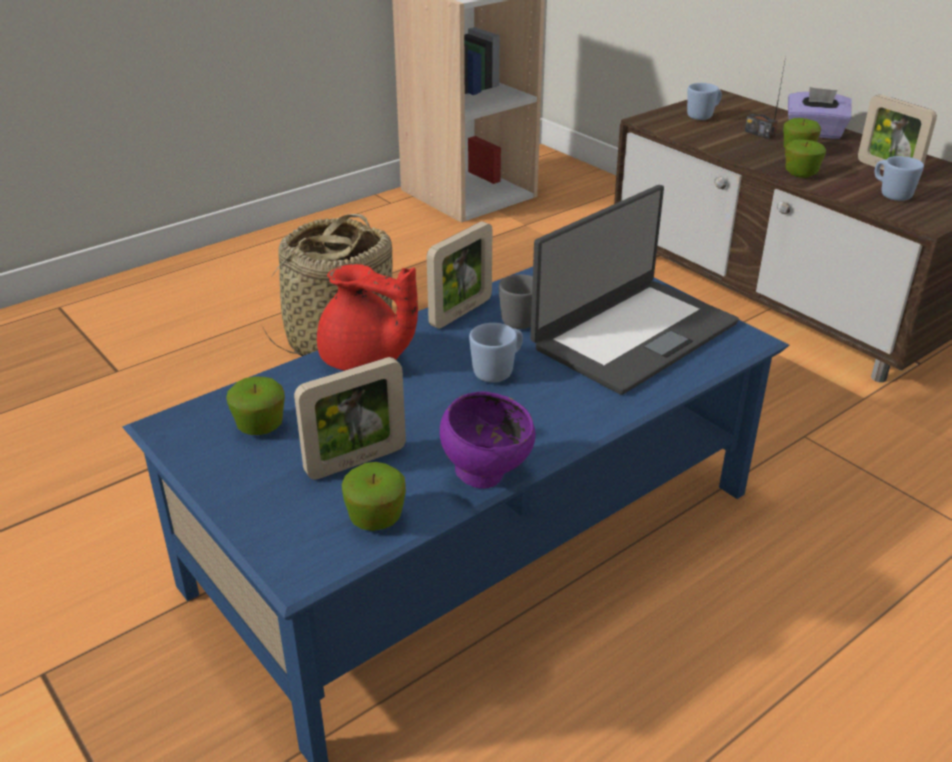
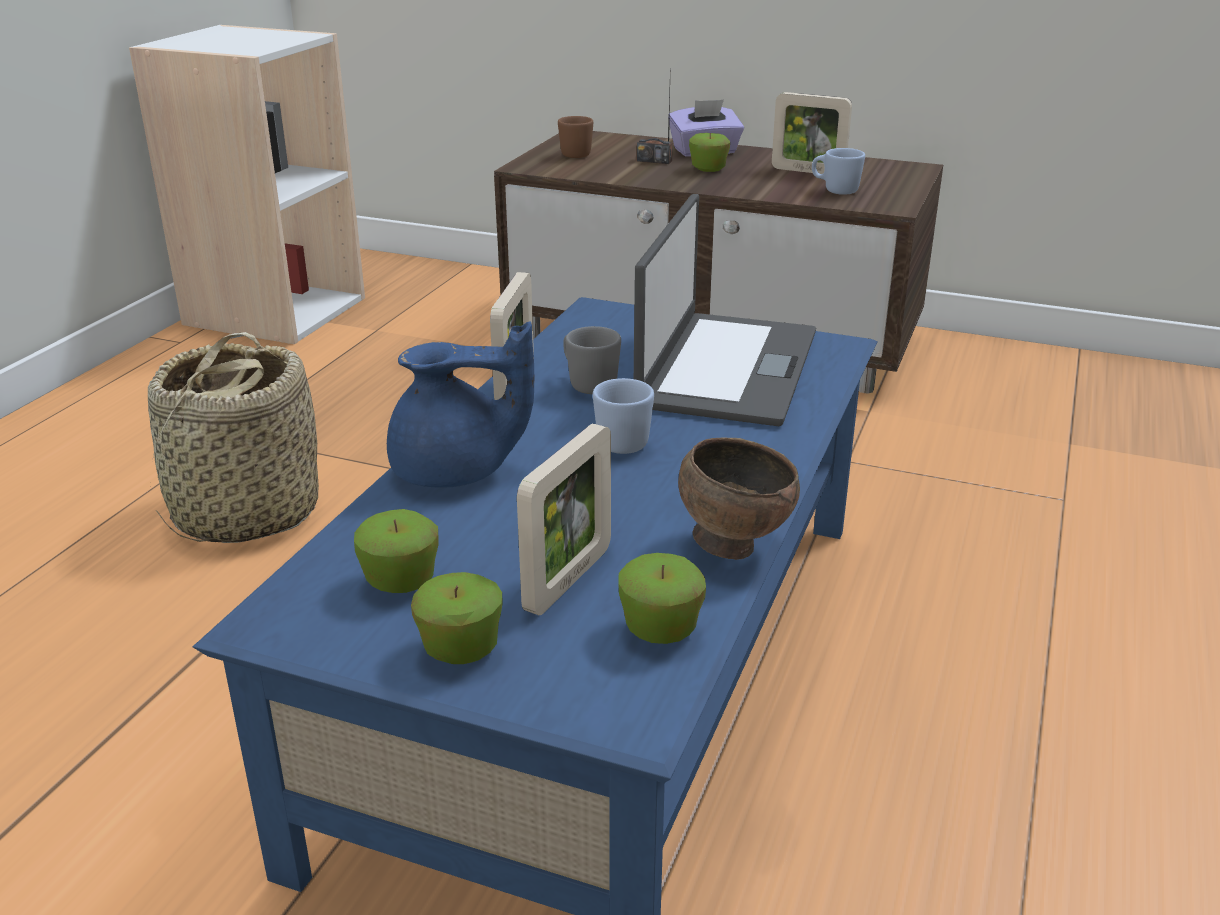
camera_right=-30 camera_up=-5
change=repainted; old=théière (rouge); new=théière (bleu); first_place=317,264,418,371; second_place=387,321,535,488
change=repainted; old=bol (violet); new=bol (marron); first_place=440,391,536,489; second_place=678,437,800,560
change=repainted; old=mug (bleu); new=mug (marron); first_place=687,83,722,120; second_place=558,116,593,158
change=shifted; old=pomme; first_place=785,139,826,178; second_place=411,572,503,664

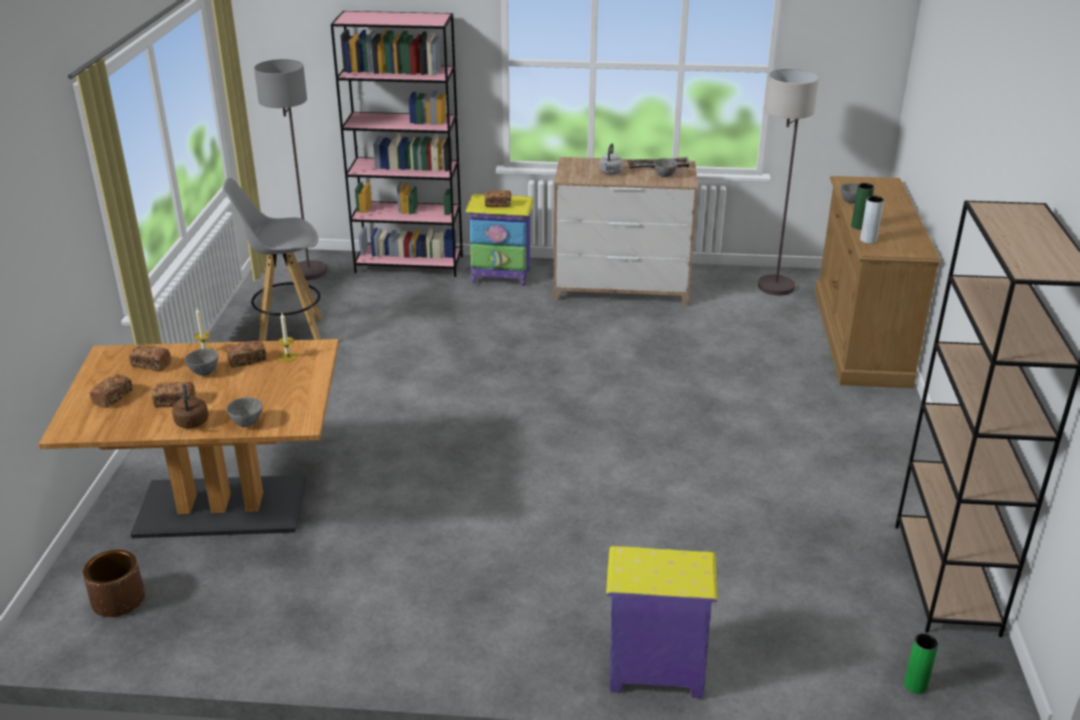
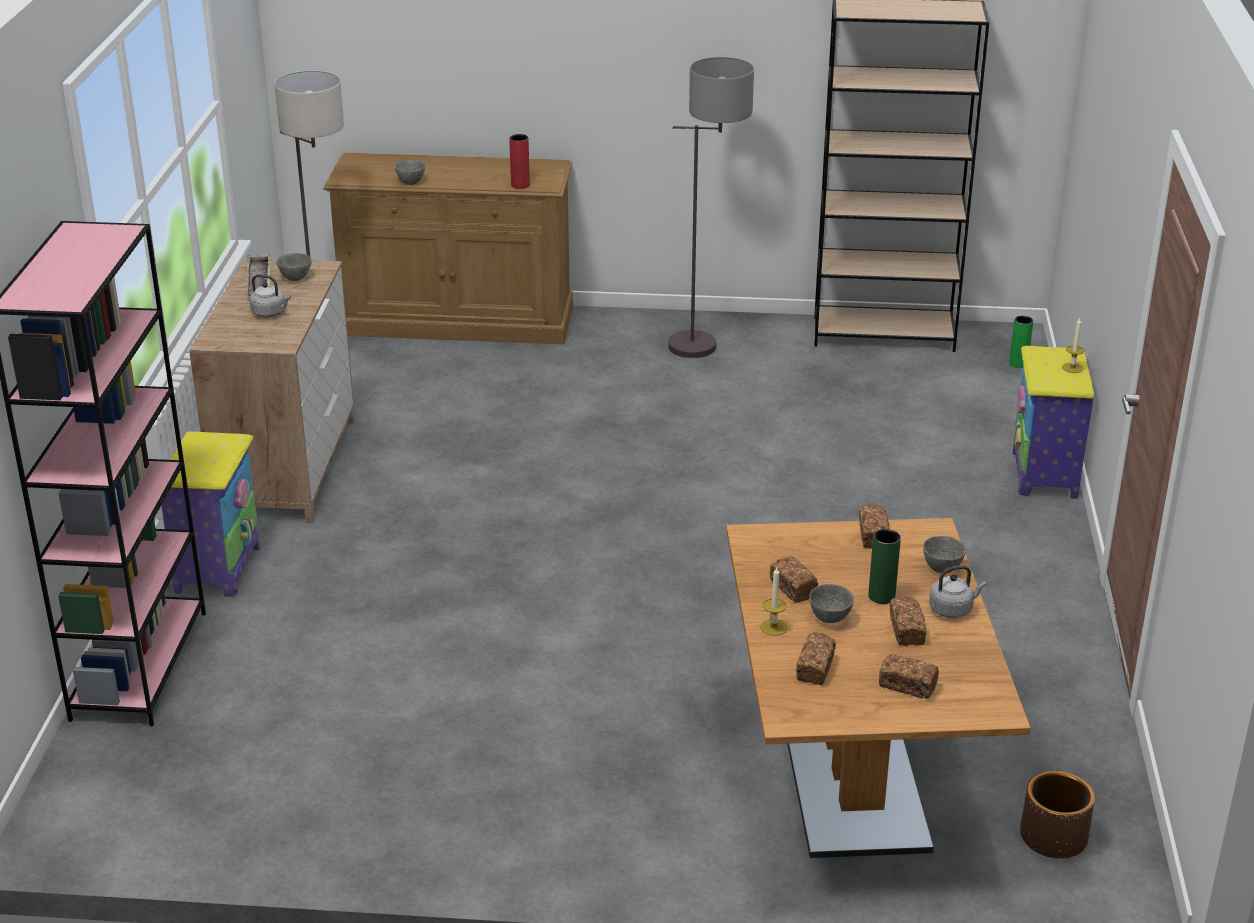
camera_right=-90 camera_up=0
change=repainted; old=bouilloire (marron); new=bouilloire (gris); first_place=172,384,208,428; second_place=929,565,987,618
change=gone; old=tabouret (gris); first_place=222,178,322,341
change=shifted; old=lampadaire (gris); first_place=254,59,327,280; second_place=668,57,754,358
change=shifted; old=bougie; first_place=278,313,298,362; second_place=1062,318,1084,373
change=shifted; old=pain; first_place=485,190,511,207; second_place=859,504,889,548
change=shifted; old=vase (vert); first_place=851,183,874,230; second_place=868,529,901,604
change=repainted; old=vase (gris); new=vase (rouge); first_place=860,196,884,244; second_place=509,134,530,189

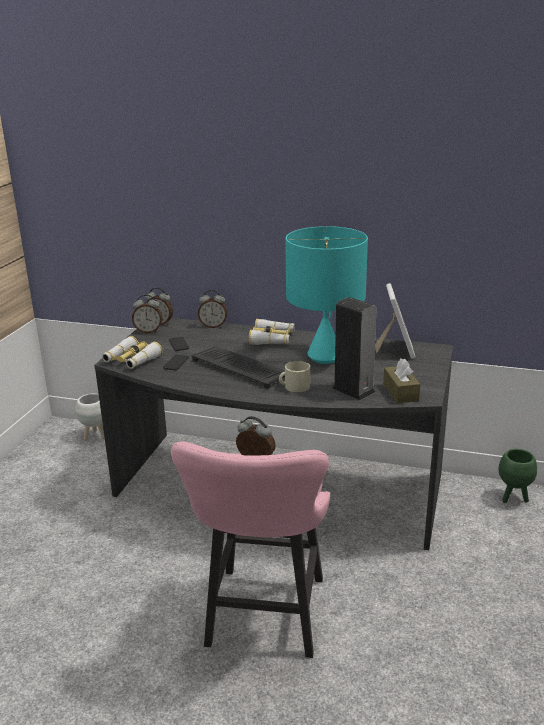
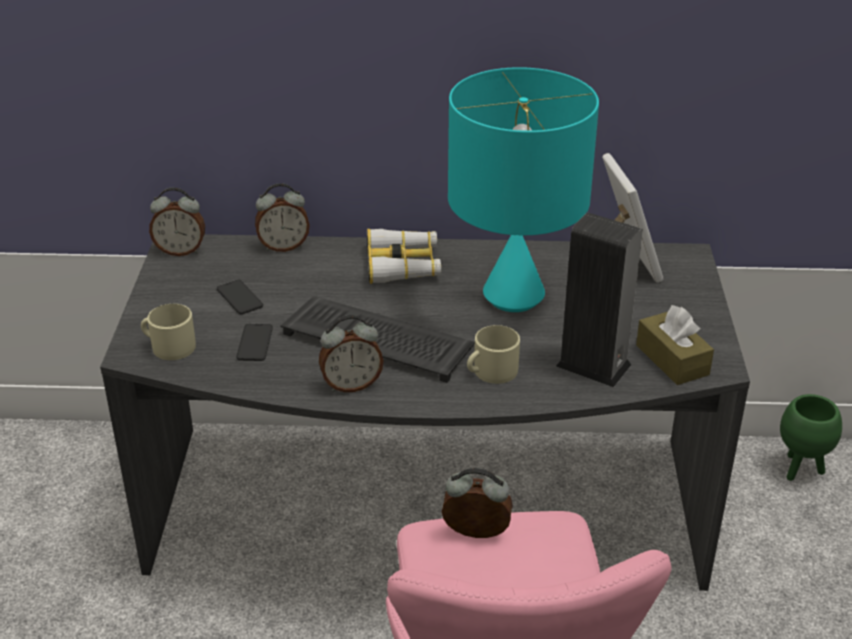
camera_right=-15 camera_up=10
change=gone; old=cache-pot (blanc); first_place=75,394,105,441
change=swapped; old=jumelles; new=mug (beige); first_place=102,336,163,369; second_place=141,304,196,360
change=shifted; old=réveil; first_place=132,294,162,333; second_place=319,315,383,392

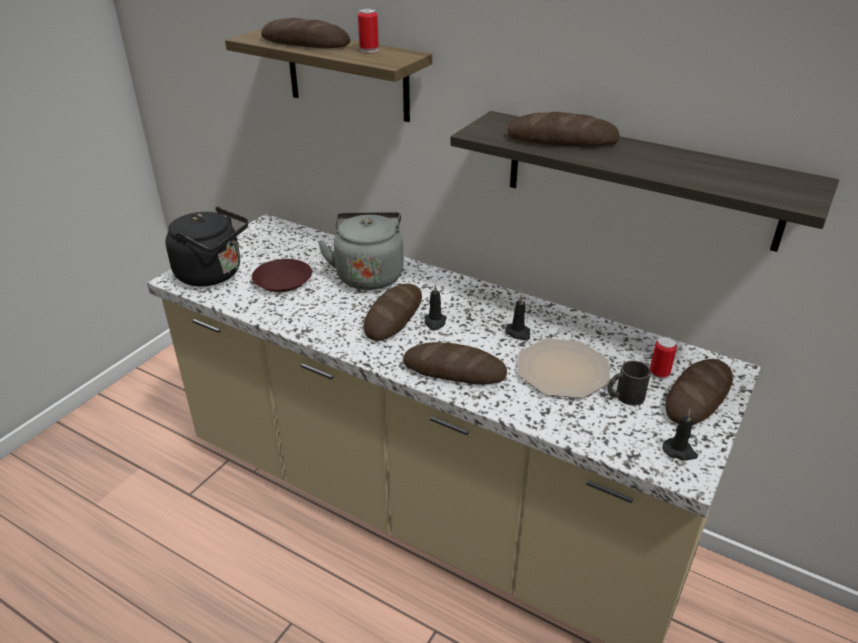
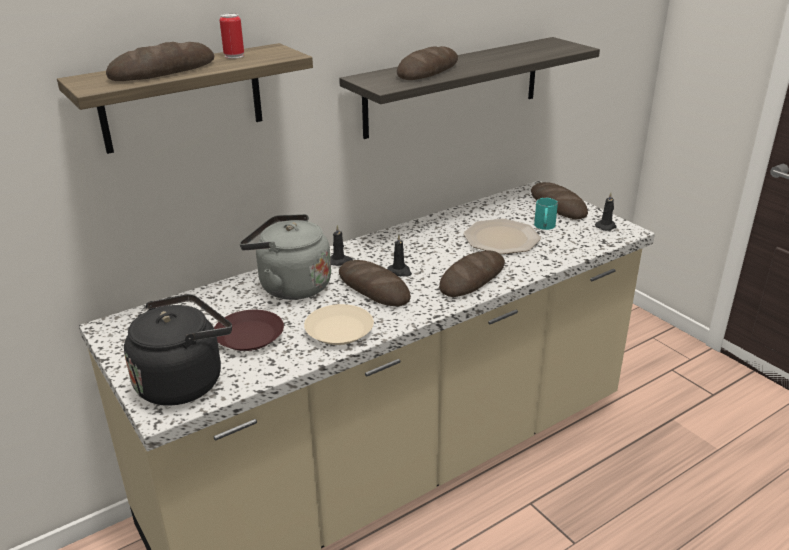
camera_right=-65 camera_up=-5
change=shifted; old=bougie (noir); first_place=505,295,530,340; second_place=330,225,353,266
change=repainted; old=mug (noir); new=mug (turquoise); first_place=608,360,651,405; second_place=534,198,558,230
change=gone; old=boîte métallique; first_place=650,337,677,380
change=new; new=assiette (beige); second_place=304,304,374,345

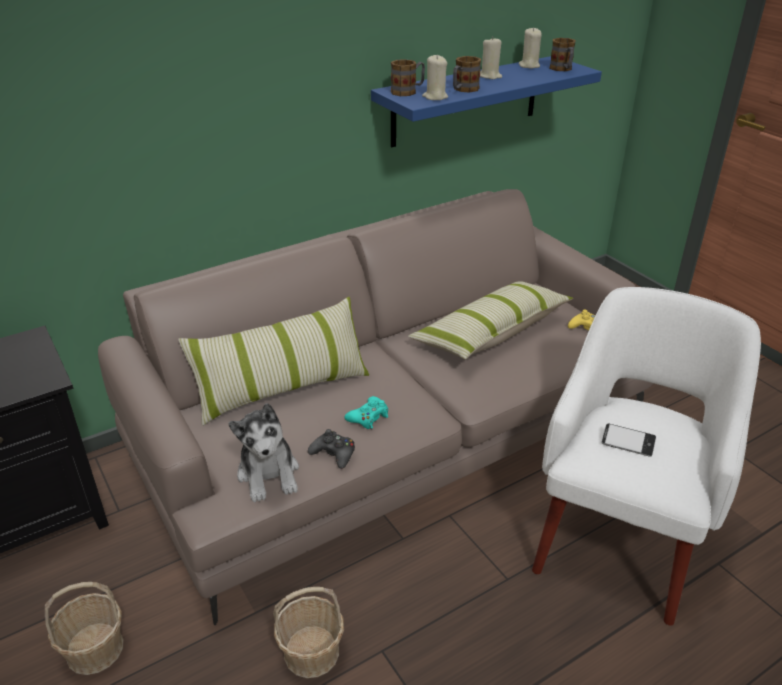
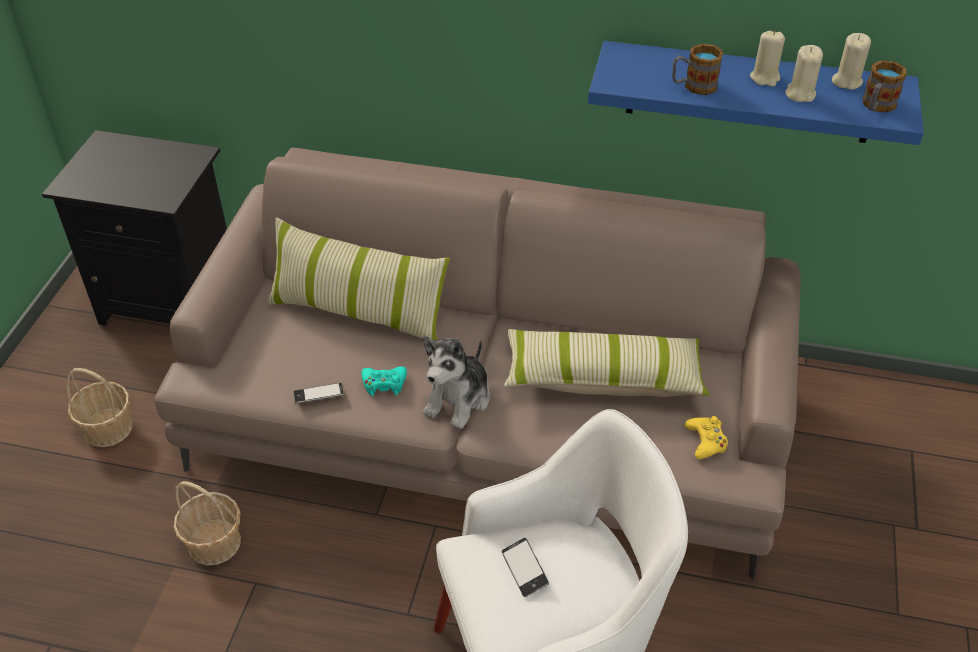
camera_right=45 camera_up=10
change=shifted; old=peluche; first_place=228,403,299,502; second_place=423,336,490,429
change=swapped; old=manette (noir); new=téléphone; first_place=308,429,355,469; second_place=294,383,344,404
change=gone; old=mug; first_place=391,59,425,96
change=shifted; old=bougie (beige); first_place=422,55,448,100; second_place=785,45,823,102

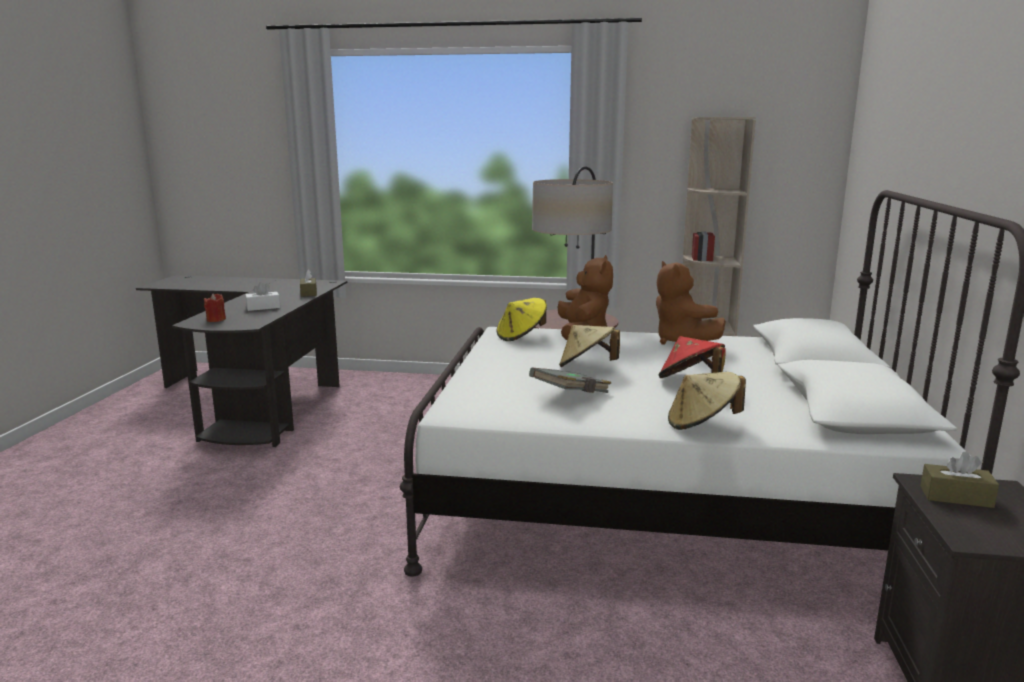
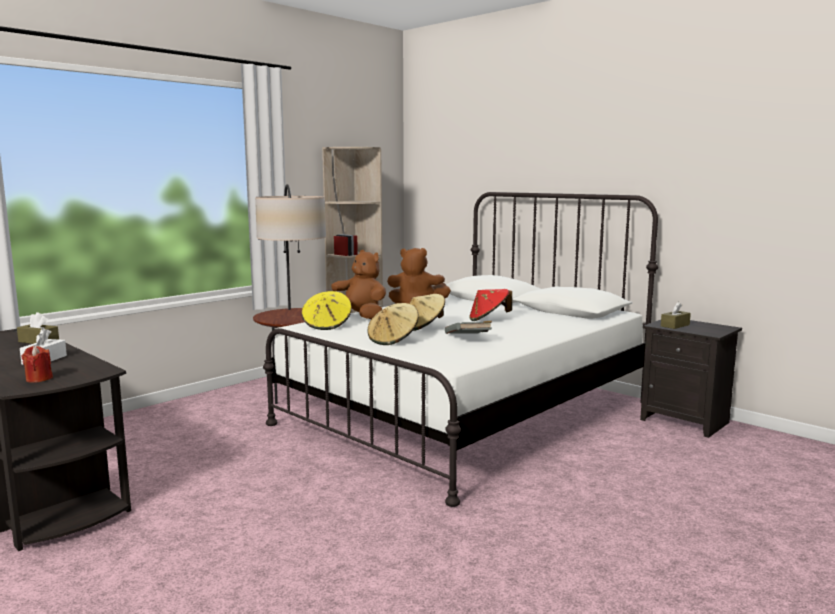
camera_right=-55 camera_up=-5
change=shifted; old=chapeau (beige); first_place=668,372,746,430; second_place=367,303,419,345

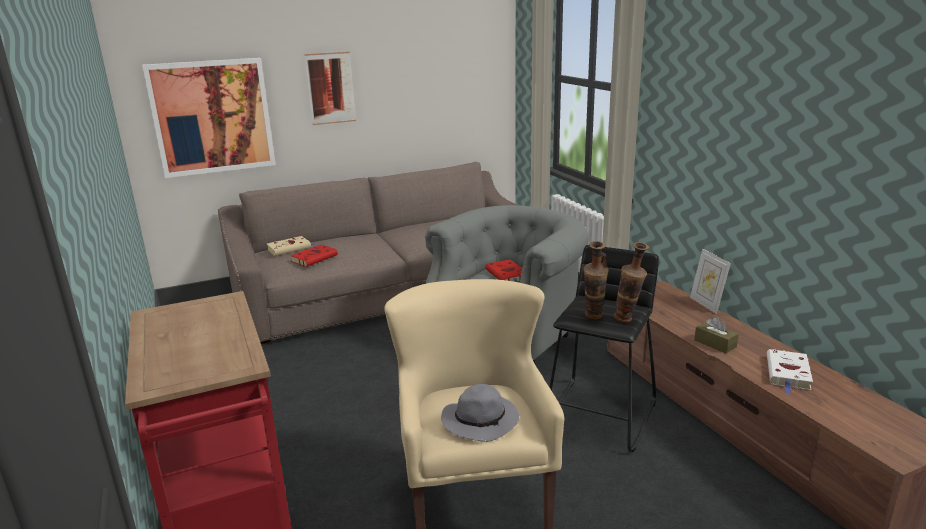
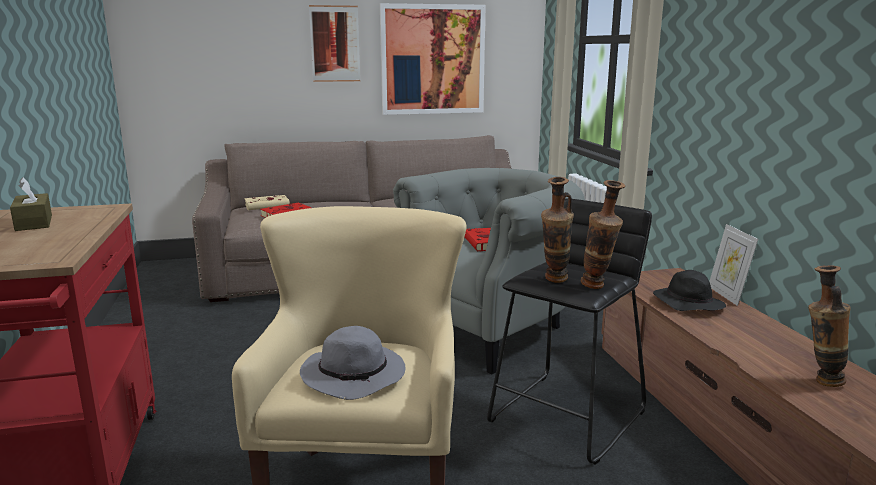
camera_right=10 camera_up=-5
change=shifted; old=tableau; first_place=142,58,276,178; second_place=380,3,486,115
change=shifted; old=boîte à mouchoirs (marron); first_place=694,317,739,353; second_place=10,177,52,231
change=swapped; old=livre (blanc); new=vase; first_place=767,349,813,394; second_place=808,265,851,387
change=new; new=chapeau (noir); second_place=653,270,726,311

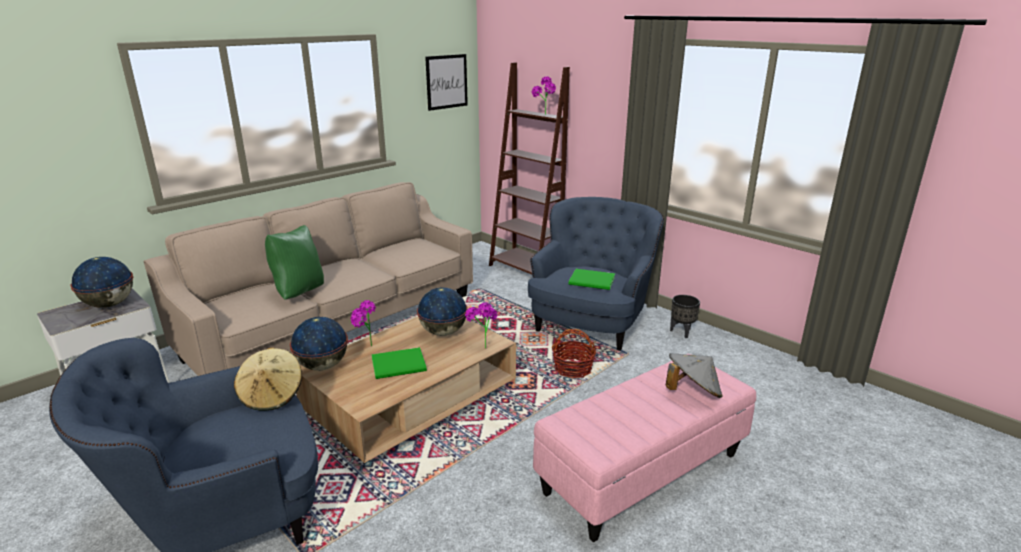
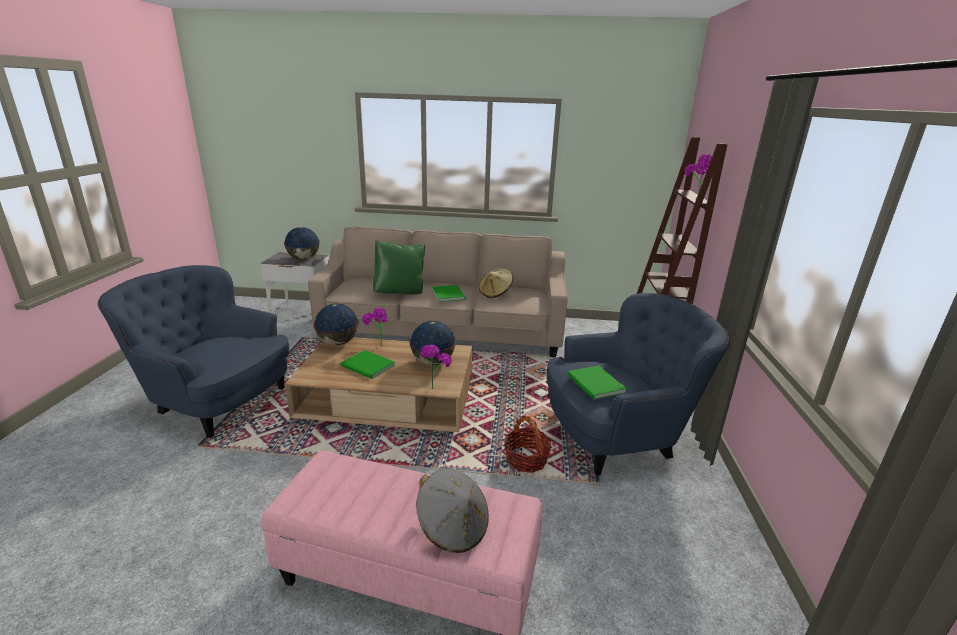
camera_right=50 camera_up=0
change=shifted; old=chapeau (beige); first_place=234,348,302,411; second_place=479,268,513,298
change=gone; old=tableau; first_place=425,54,468,111
change=gone; old=cache-pot (noir); first_place=670,295,700,338
change=new; new=livre (vert); second_place=432,285,466,302

